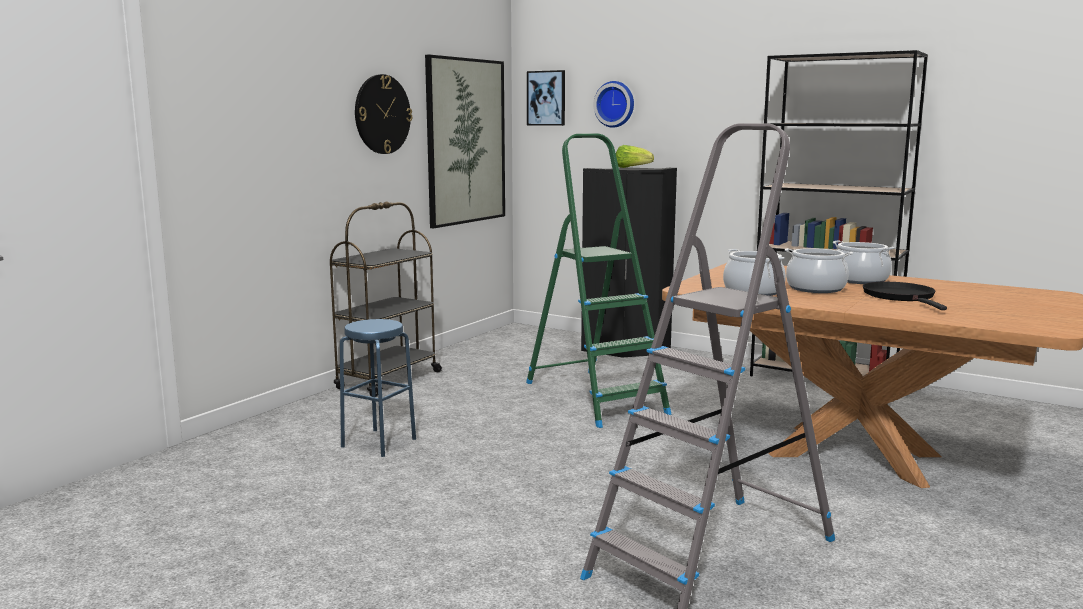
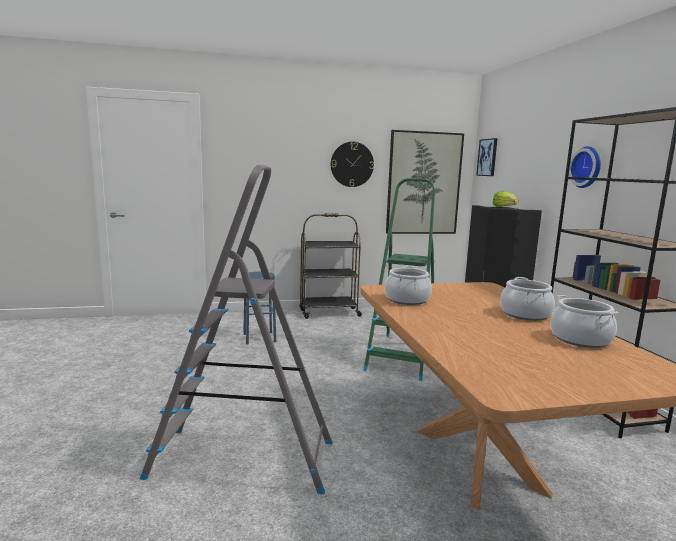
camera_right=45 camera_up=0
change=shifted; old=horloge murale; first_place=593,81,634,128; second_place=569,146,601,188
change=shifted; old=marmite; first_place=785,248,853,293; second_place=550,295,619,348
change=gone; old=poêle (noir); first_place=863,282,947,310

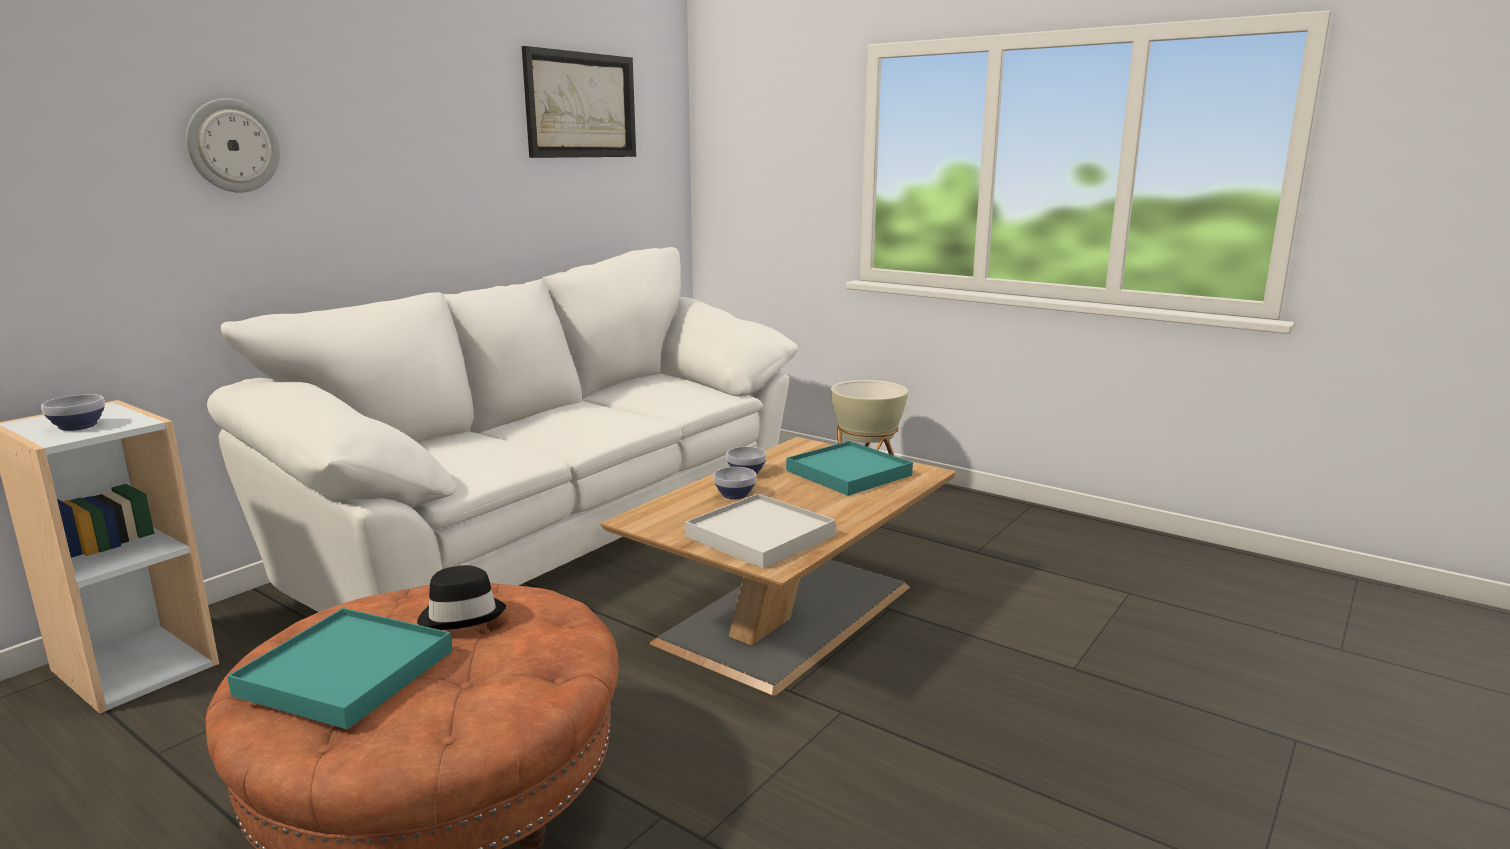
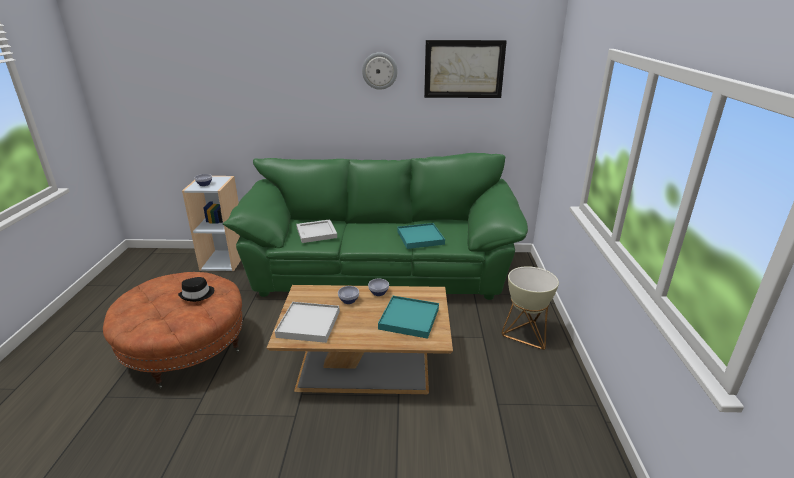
camera_right=55 camera_up=10
change=shifted; old=horloge murale; first_place=186,98,280,193; second_place=362,52,398,90
change=repainted; old=canapé (blanc); new=canapé (vert); first_place=207,247,798,612; second_place=222,153,528,300
change=shifted; old=plateau (turquoise); first_place=227,608,452,729; second_place=397,223,445,249
change=new; new=plateau (blanc); second_place=296,219,337,243

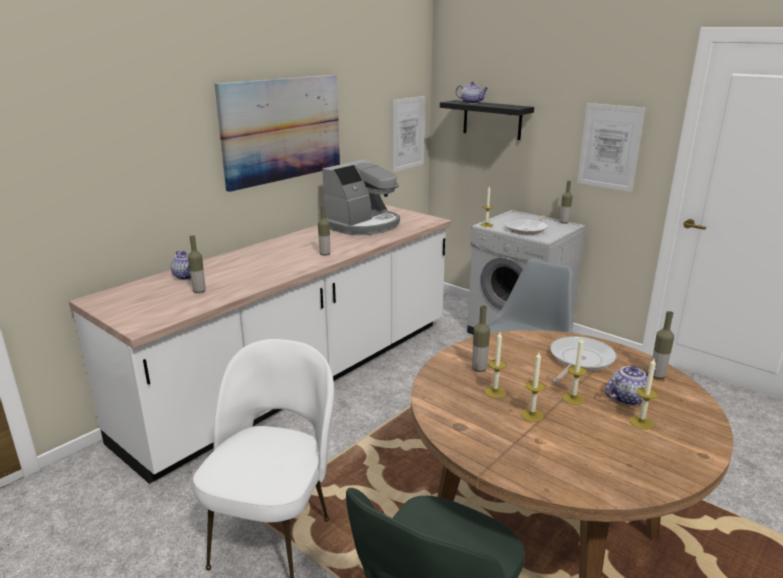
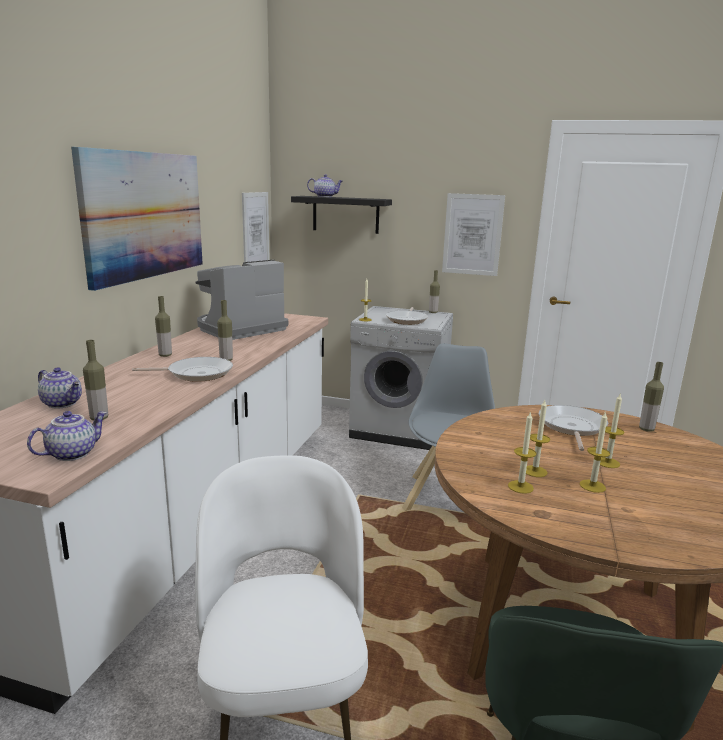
camera_right=-25 camera_up=-5
change=rotated; old=machine à café; first_place=322,159,400,235; second_place=196,260,288,340; degrees=-150
change=shifted; old=bouteille; first_place=472,305,490,372; second_place=155,296,172,357
change=shifted; old=théière; first_place=605,366,657,406; second_place=27,411,107,461
change=shifted; old=bougie; first_place=629,359,658,430; second_place=508,411,537,494
change=new; new=poêle; second_place=132,357,233,382

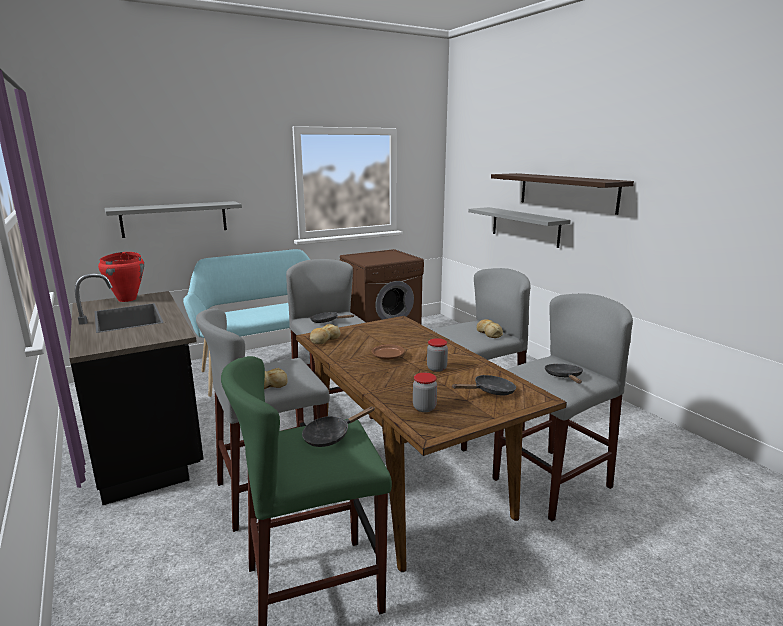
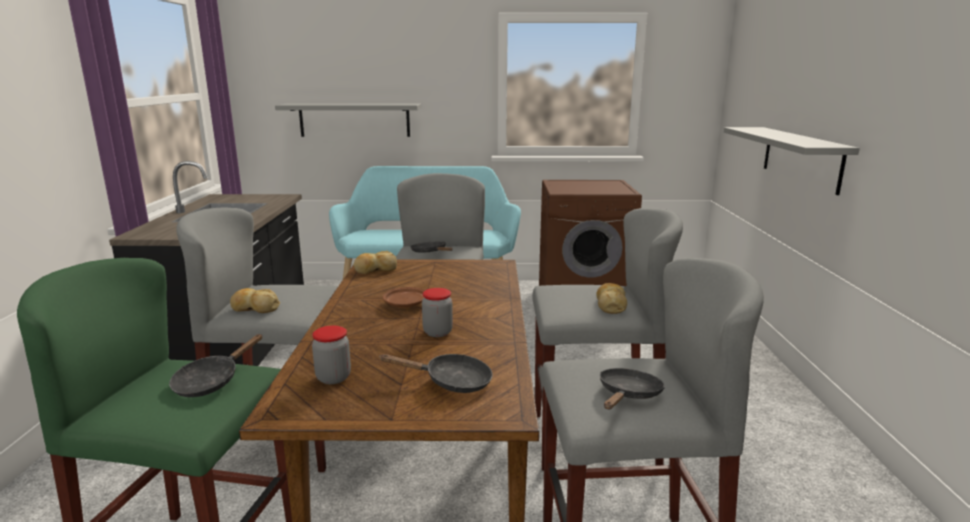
camera_right=30 camera_up=0
change=gone; old=marmite (rouge); first_place=98,252,144,302
change=rotated; old=poêle (noir); first_place=302,406,374,447; second_place=169,334,263,397; degrees=-60
change=gone; old=étagère; first_place=491,173,634,215

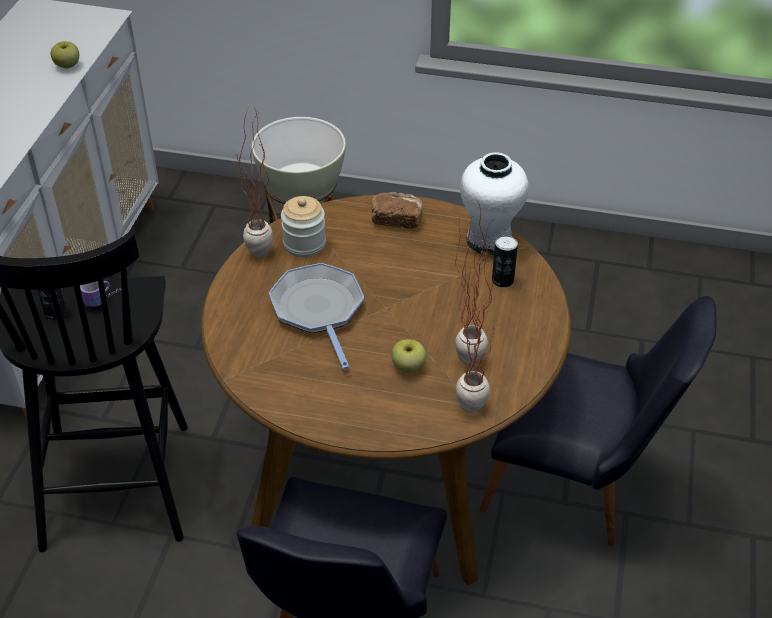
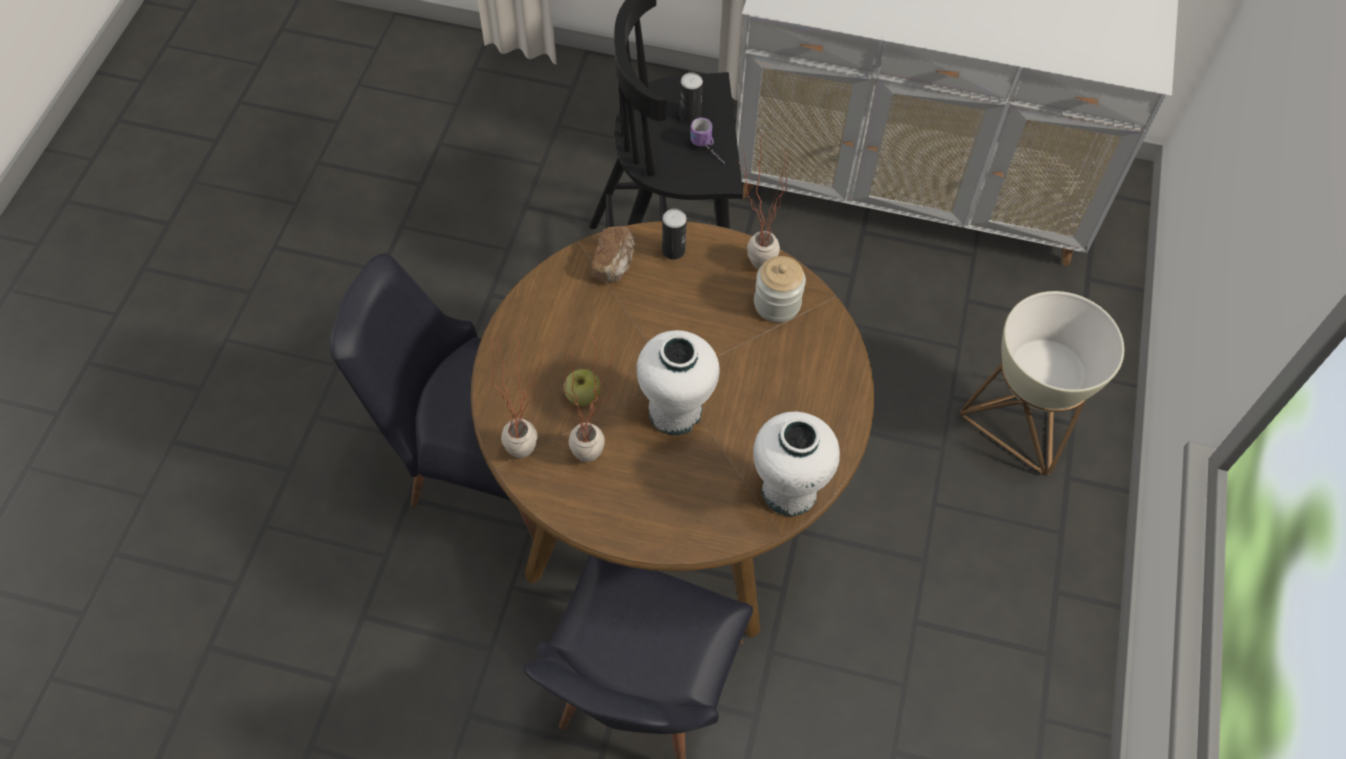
camera_right=90 camera_up=15
change=gone; old=pomme; first_place=51,41,79,68
change=gone; old=poêle; first_place=269,263,364,370
change=shifted; old=pain; first_place=372,192,423,229; second_place=592,226,635,283
change=shifted; old=boîte métallique; first_place=492,235,518,287; second_place=662,209,687,260
change=new; new=vase (blanc); second_place=637,330,720,435

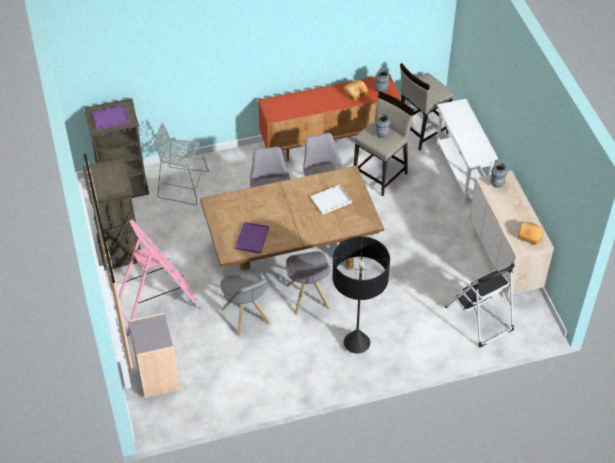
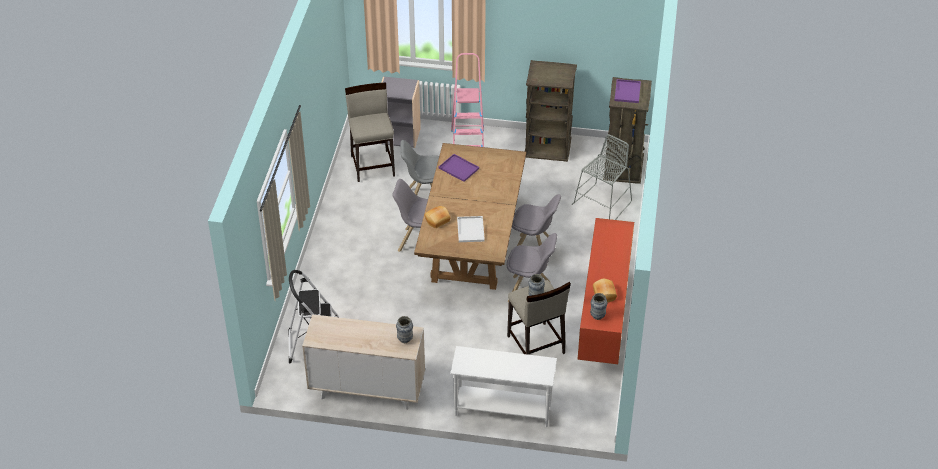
camera_right=115 camera_up=-5
change=gone; old=lampadaire (noir); first_place=332,236,390,353
change=shifted; old=tabouret (beige); first_place=400,63,454,151; second_place=345,83,395,182
change=shifted; old=pain; first_place=518,221,544,245; second_place=424,206,450,228

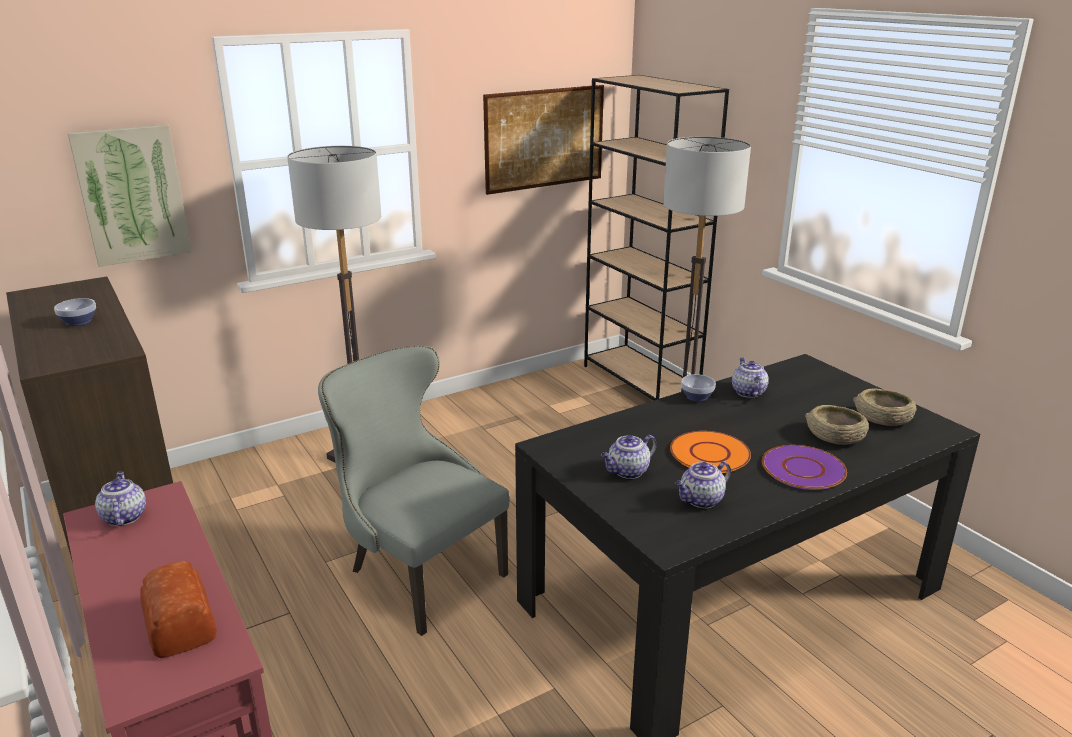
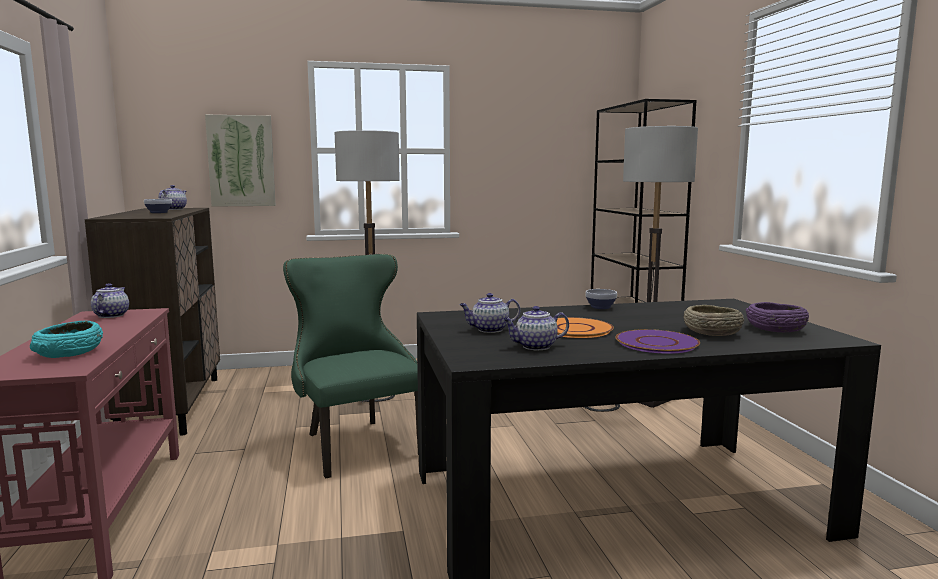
camera_right=20 camera_up=-15
change=swapped; old=pain; new=bol (turquoise); first_place=141,561,217,658; second_place=30,321,103,358
change=repainted; old=chaise (gris); new=chaise (vert); first_place=318,346,509,636; second_place=283,254,419,479
change=gone; old=tableau; first_place=483,85,604,195
change=shifted; old=théière; first_place=732,358,769,398; second_place=158,185,187,210
change=repainted; old=bol (beige); new=bol (violet); first_place=853,388,917,426; second_place=746,302,809,332

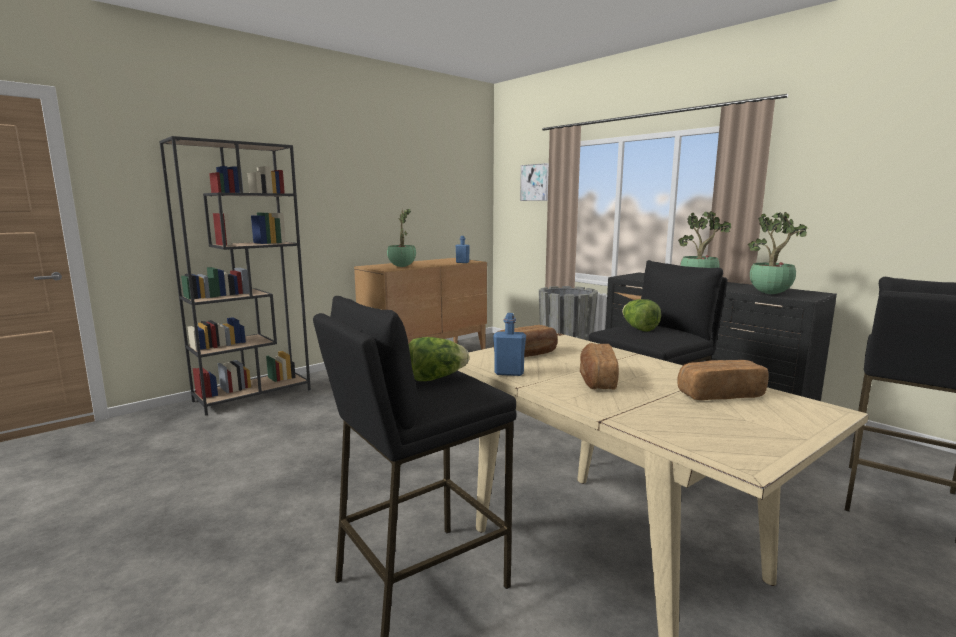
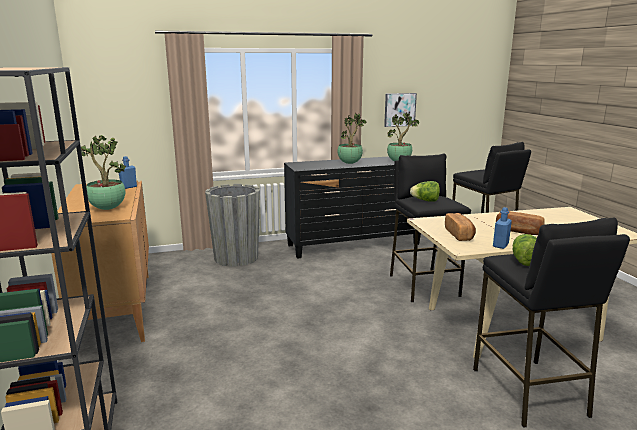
camera_right=-65 camera_up=5
change=shifted; old=tableau; first_place=520,163,549,201; second_place=384,93,417,127
change=gone; old=pain; first_place=677,360,769,400

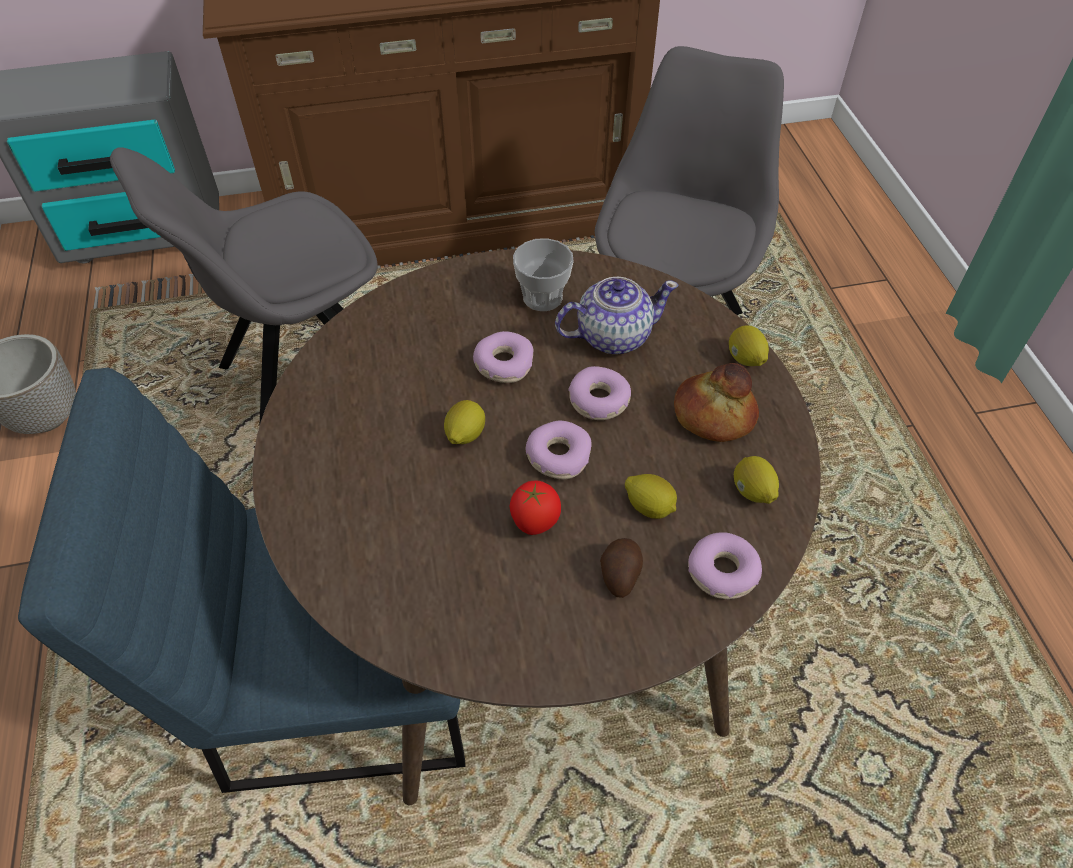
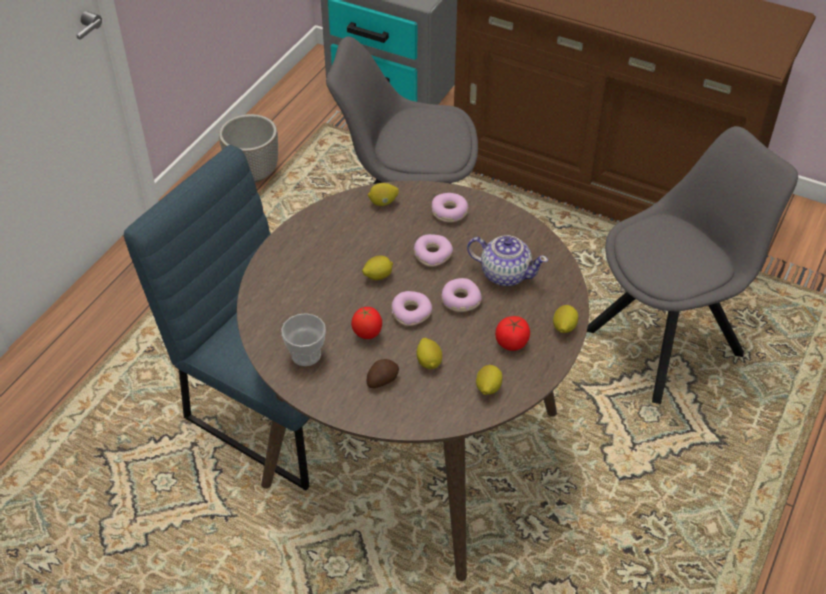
camera_right=40 camera_up=-5
change=shifted; old=tasse; first_place=513,238,574,311; second_place=281,313,326,366
change=swapped; old=pain; new=tomate; first_place=674,363,759,442; second_place=495,316,530,351
change=shifted; old=beignet; first_place=688,532,762,599; second_place=432,193,469,222
change=new; new=citron; second_place=368,183,399,206

